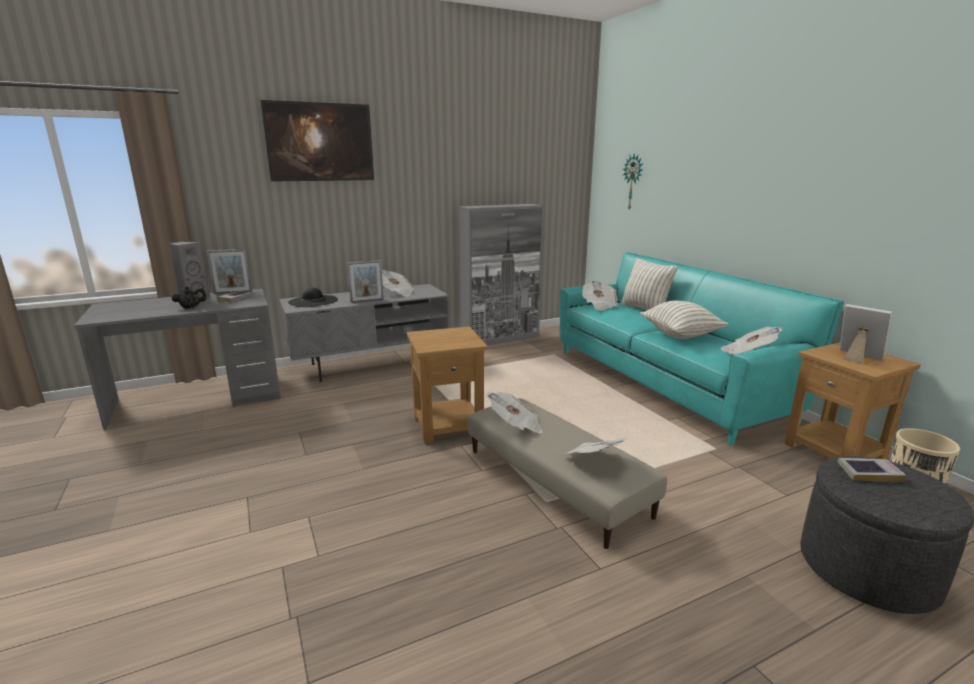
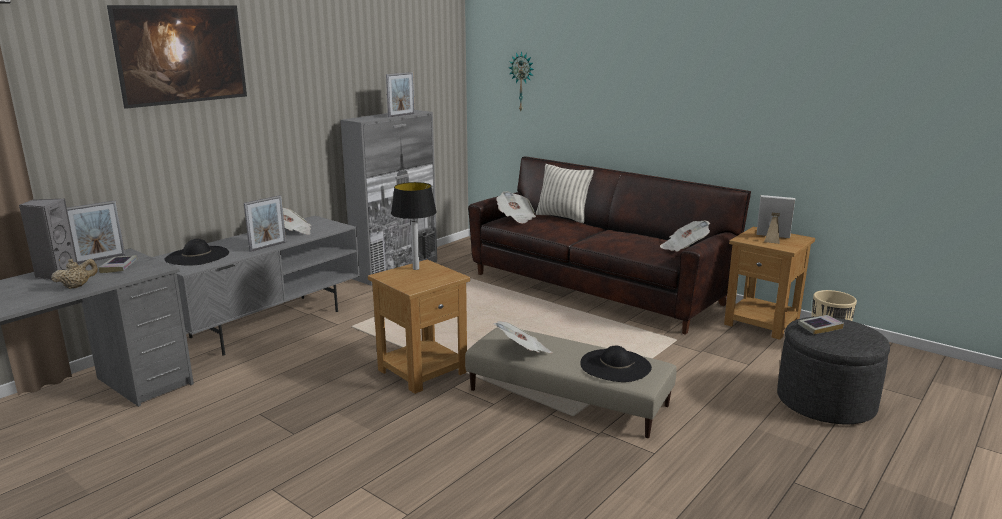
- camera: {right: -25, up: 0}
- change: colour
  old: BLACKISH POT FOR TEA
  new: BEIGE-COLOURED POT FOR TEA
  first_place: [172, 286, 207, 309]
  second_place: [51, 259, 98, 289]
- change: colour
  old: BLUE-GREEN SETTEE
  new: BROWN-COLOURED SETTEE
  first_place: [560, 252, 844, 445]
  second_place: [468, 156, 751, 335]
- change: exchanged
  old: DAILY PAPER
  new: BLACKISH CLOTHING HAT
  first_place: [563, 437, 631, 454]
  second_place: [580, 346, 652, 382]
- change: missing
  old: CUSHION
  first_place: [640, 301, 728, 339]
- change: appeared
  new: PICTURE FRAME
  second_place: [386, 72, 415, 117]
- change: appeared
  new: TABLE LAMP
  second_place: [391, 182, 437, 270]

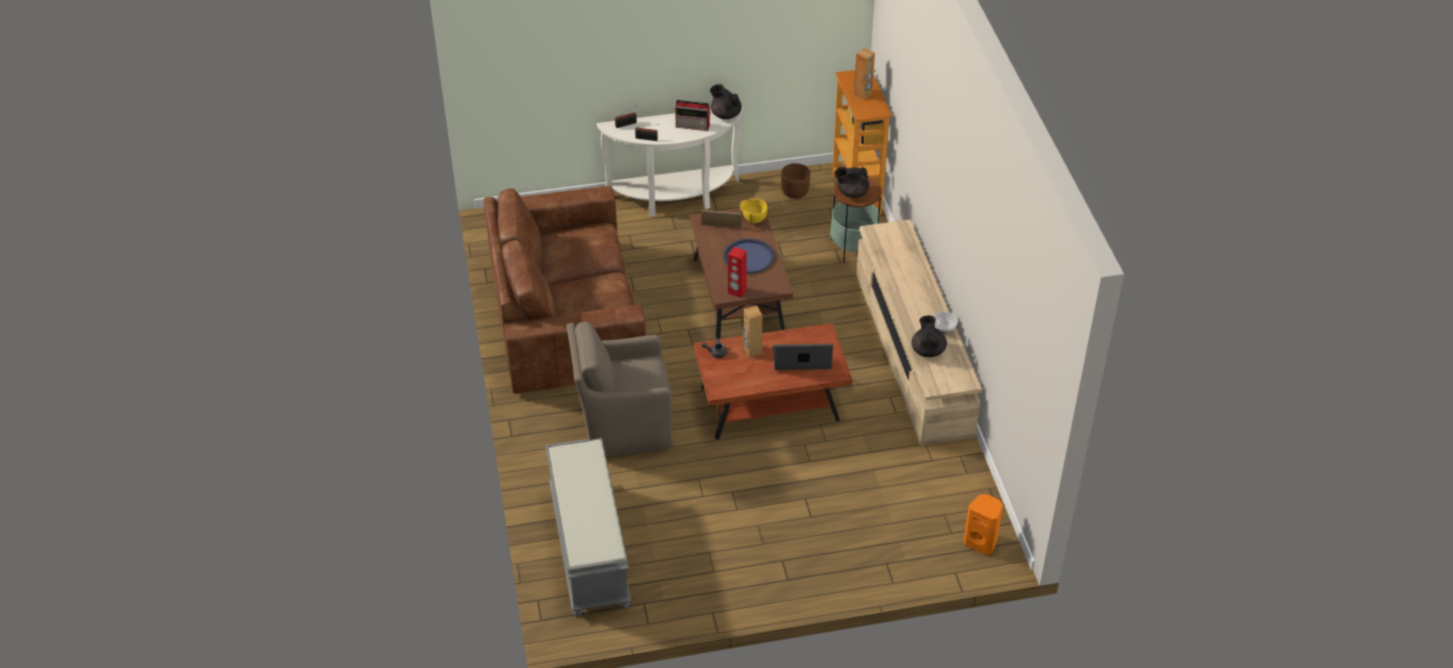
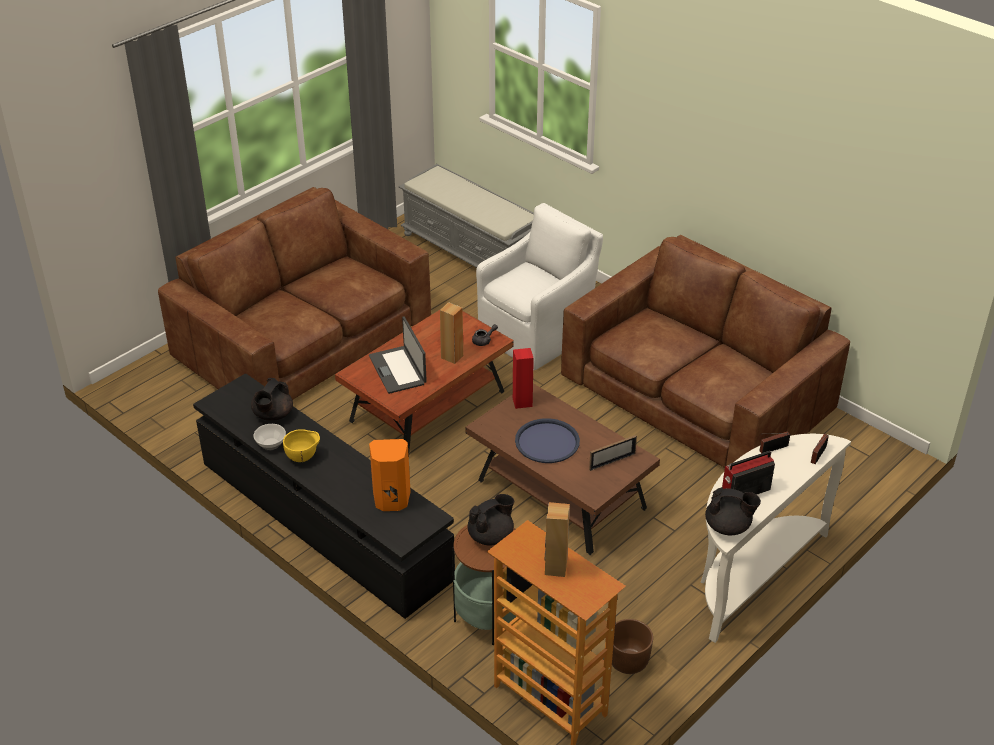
- camera: {right: 145, up: -5}
- change: colour
  old: BROWN-COLOURED ARMCHAIR
  new: WHITE-COLOURED ARMCHAIR
  first_place: [567, 322, 672, 457]
  second_place: [476, 203, 603, 371]
- change: relocated
  old: YELLOWISH BOWL
  first_place: [740, 199, 767, 223]
  second_place: [283, 429, 320, 462]
- change: spun
  old: NOTEBOOK COMPUTER
  first_place: [773, 344, 833, 370]
  second_place: [369, 316, 427, 394]
  degrees: 105
- change: colour
  old: BEIGE-COLOURED TV UNIT
  new: BLACKISH TV UNIT
  first_place: [856, 219, 982, 446]
  second_place: [193, 374, 455, 619]
- change: spun
  old: BLACKISH POT FOR TEA
  first_place: [912, 315, 947, 357]
  second_place: [251, 378, 293, 421]
  degrees: 60
- change: relocated
  old: ORANGE AUDIO SPEAKER
  first_place: [964, 494, 1003, 555]
  second_place: [369, 439, 411, 511]
- change: appeared
  new: BROWN-COLOURED SETTEE
  second_place: [158, 187, 431, 400]

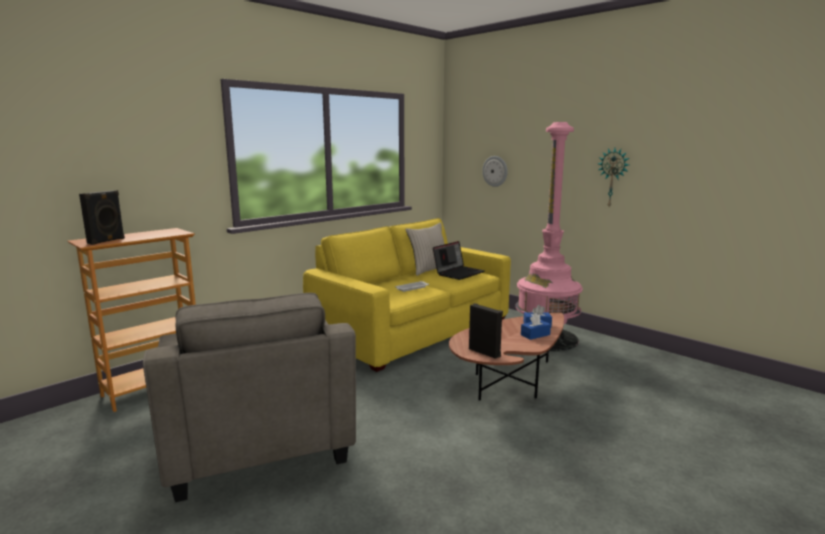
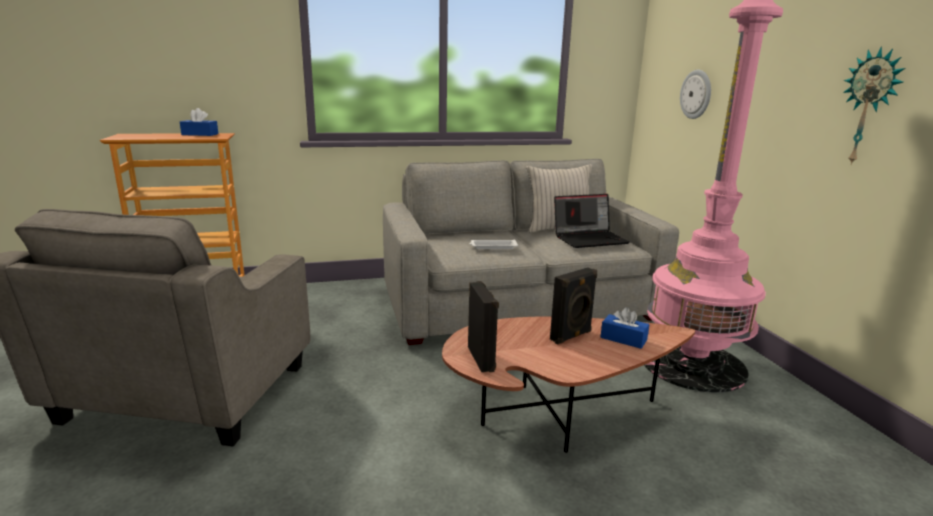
- camera: {right: 30, up: 5}
- change: relocated
  old: BLACKISH AUDIO SPEAKER
  first_place: [79, 190, 125, 245]
  second_place: [550, 267, 597, 344]
- change: colour
  old: YELLOWISH SETTEE
  new: GREYISH SETTEE
  first_place: [303, 218, 511, 372]
  second_place: [383, 159, 679, 345]
- change: relocated
  old: BLUISH TISSUE HOLDER
  first_place: [521, 313, 551, 340]
  second_place: [180, 108, 218, 136]

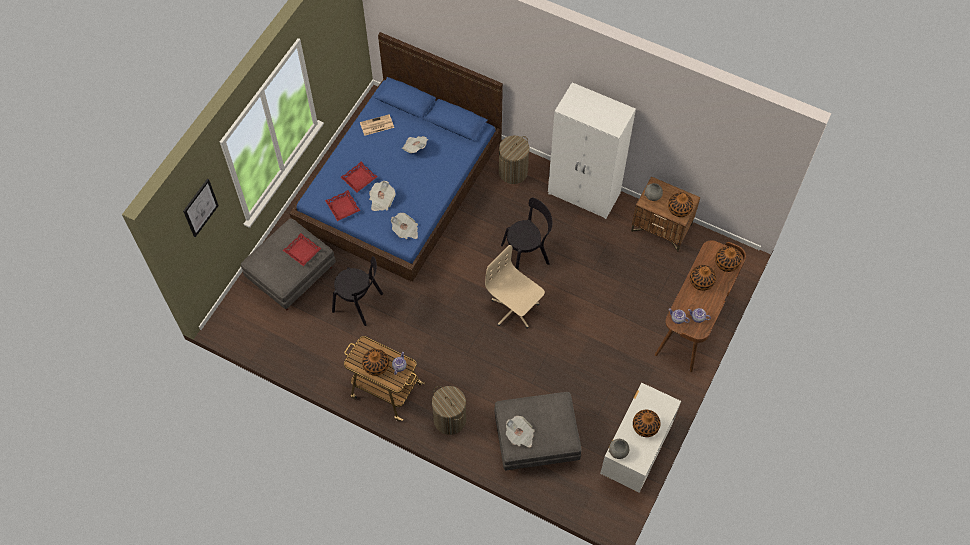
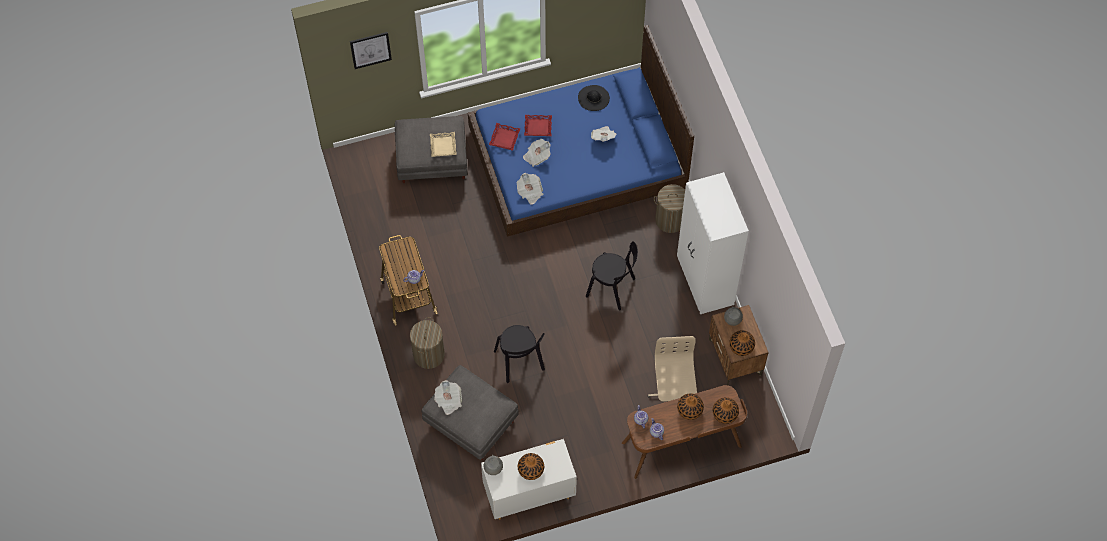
- camera: {right: 45, up: 0}
- change: colour
  old: RED TRAY
  new: BEIGE-COLOURED TRAY
  first_place: [283, 233, 321, 266]
  second_place: [430, 132, 457, 157]
- change: relocated
  old: BLACKISH CHAIR
  first_place: [332, 256, 383, 326]
  second_place: [494, 325, 545, 383]
- change: exchanged
  old: DAILY PAPER
  new: BLACKISH CLOTHING HAT
  first_place: [360, 114, 394, 136]
  second_place: [578, 85, 610, 111]
- change: missing
  old: VASE
  first_place: [362, 349, 389, 376]
- change: relocated
  old: BEIGE-COLOURED OFFICE CHAIR
  first_place: [485, 245, 545, 329]
  second_place: [648, 336, 697, 402]

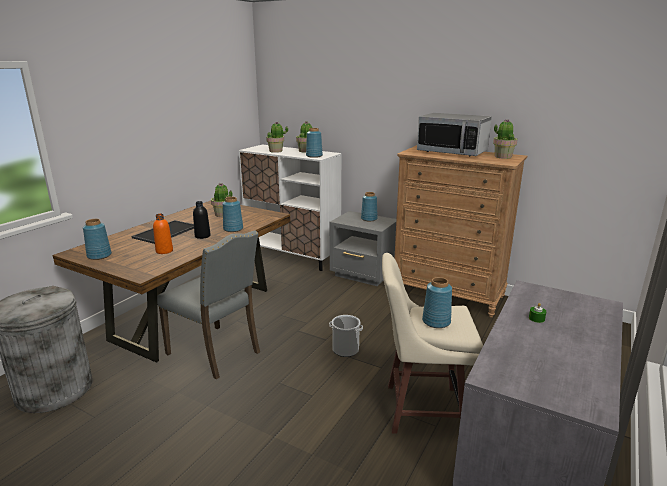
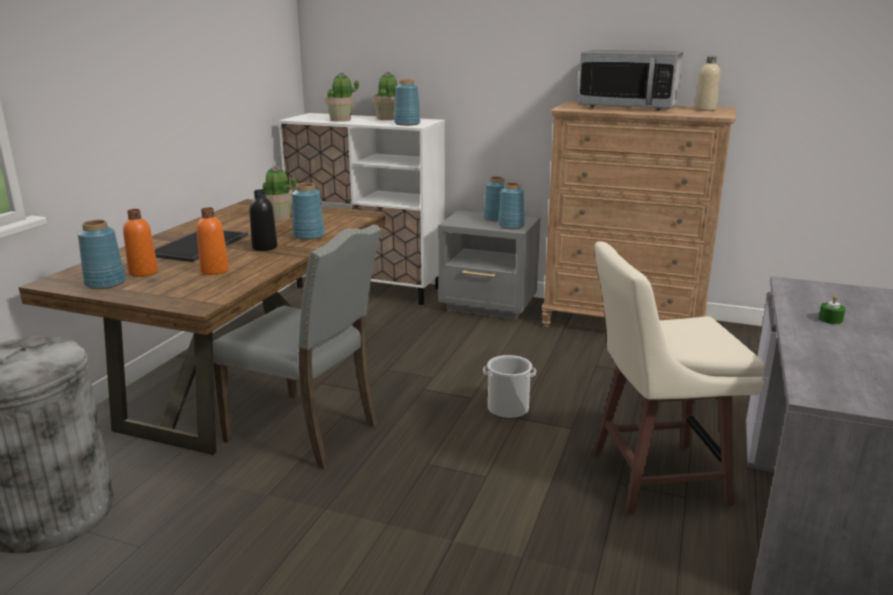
- camera: {right: -10, up: 0}
- change: relocated
  old: BLUISH VASE
  first_place: [422, 277, 452, 328]
  second_place: [498, 182, 525, 229]
- change: exchanged
  old: HOUSEPLANT
  new: BEIGE-COLOURED BEVERAGE BOTTLE
  first_place: [493, 119, 518, 159]
  second_place: [694, 56, 720, 111]
- change: appeared
  new: ORANGE BEVERAGE BOTTLE
  second_place: [123, 209, 158, 277]

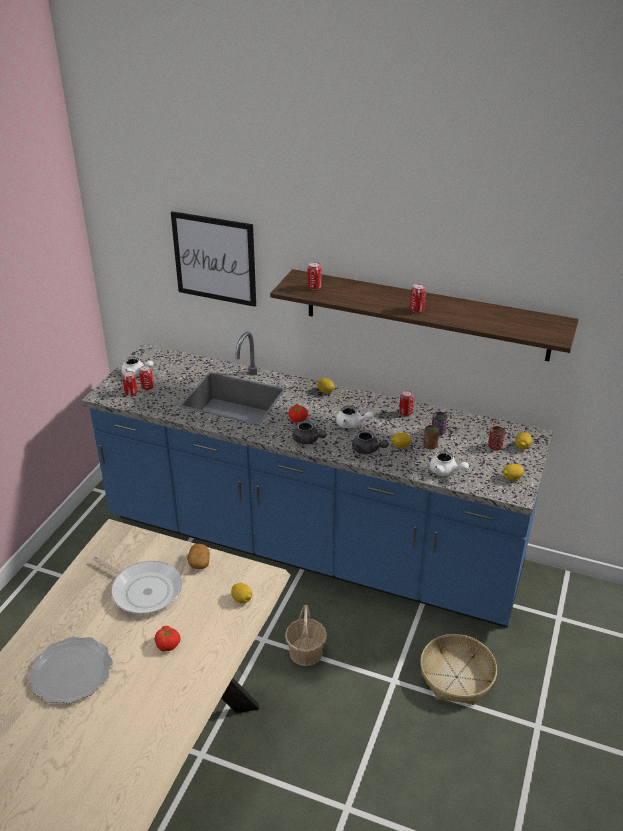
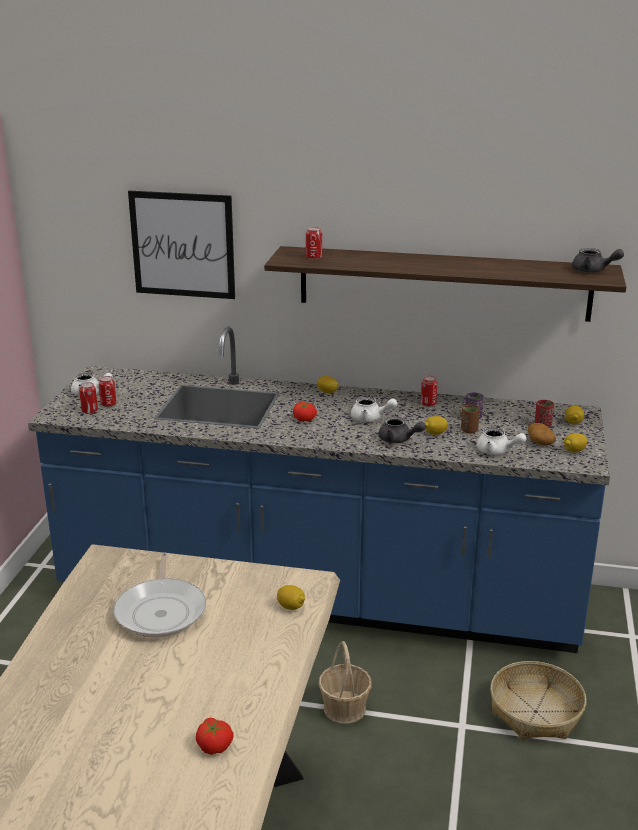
- camera: {right: -10, up: -10}
- change: missing
  old: PLATE
  first_place: [28, 637, 113, 704]
- change: spun
  old: FRYING PAN
  first_place: [93, 556, 182, 614]
  second_place: [114, 552, 206, 638]
  degrees: 60
- change: relocated
  old: TOMATO
  first_place: [154, 626, 181, 651]
  second_place: [196, 717, 233, 755]
- change: relocated
  old: POTATO
  first_place: [187, 544, 210, 569]
  second_place: [528, 423, 556, 445]
- change: relocated
  old: GREYISH POT FOR TEA
  first_place: [292, 421, 327, 444]
  second_place: [572, 248, 624, 273]
- change: missing
  old: SEALED CAN
  first_place: [410, 283, 426, 313]

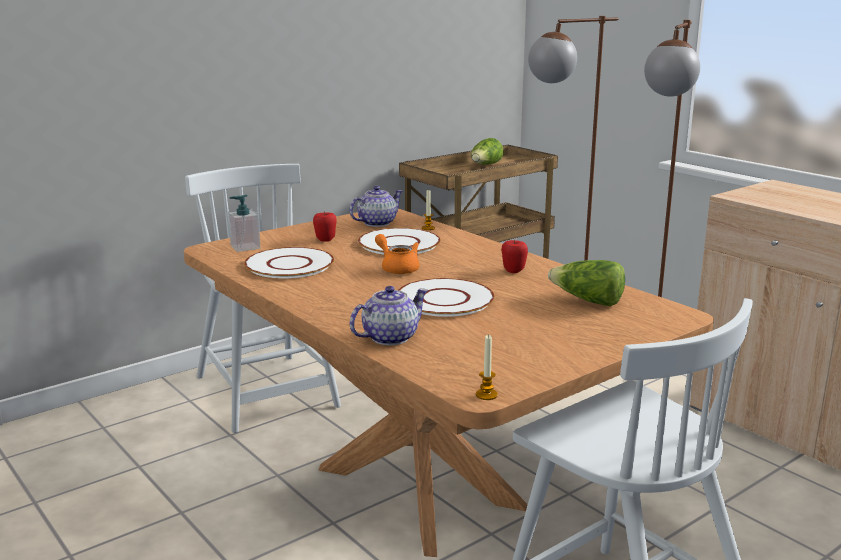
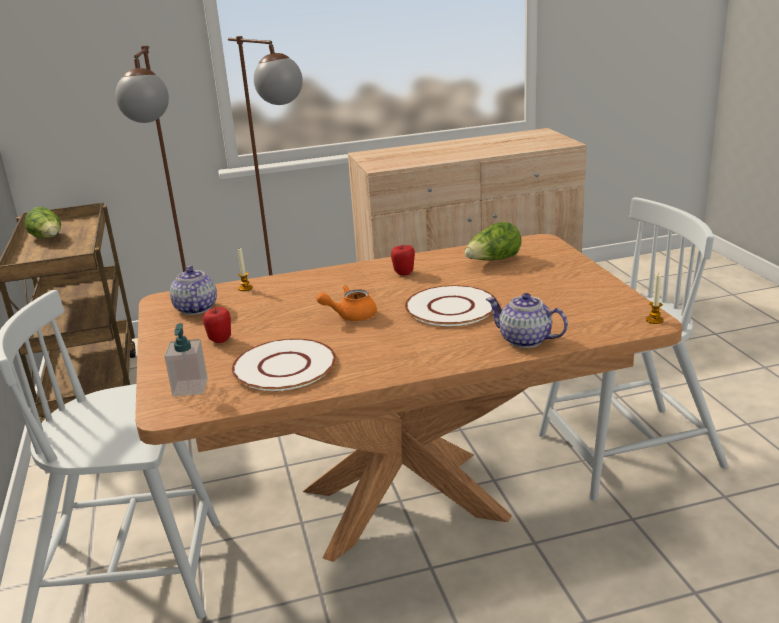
- camera: {right: -65, up: 5}
- change: spun
  old: POT FOR TEA
  first_place: [350, 286, 428, 345]
  second_place: [486, 293, 568, 348]
  degrees: -45
- change: missing
  old: WHITE-COLOURED PLATE
  first_place: [358, 228, 441, 255]

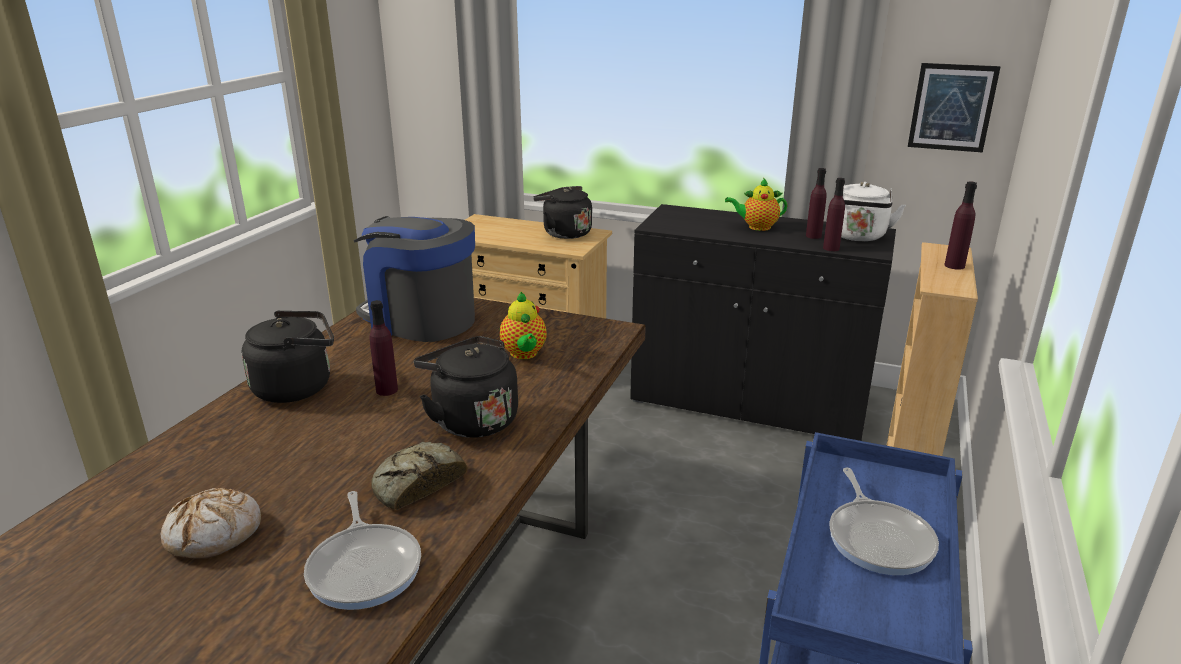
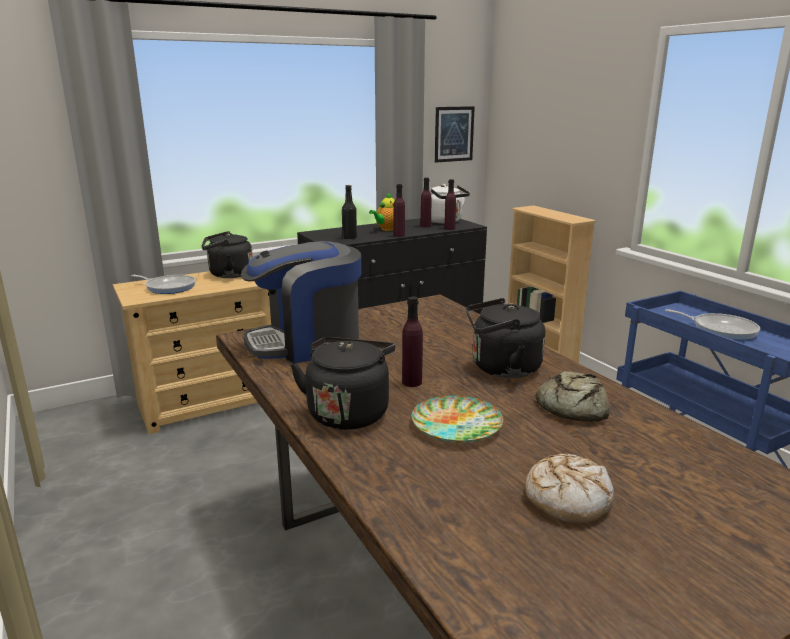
- camera: {right: -50, up: -5}
- change: relocated
  old: FRYING PAN
  first_place: [304, 491, 421, 610]
  second_place: [131, 275, 196, 294]
- change: missing
  old: POT FOR TEA
  first_place: [500, 292, 547, 359]
- change: relocated
  old: PURPLE-COLOURED BEVERAGE BOTTLE
  first_place: [944, 182, 977, 270]
  second_place: [394, 184, 405, 237]
- change: appeared
  new: BLACKISH BEVERAGE BOTTLE
  second_place: [342, 185, 357, 239]
- change: appeared
  new: PLATE
  second_place: [412, 395, 503, 443]

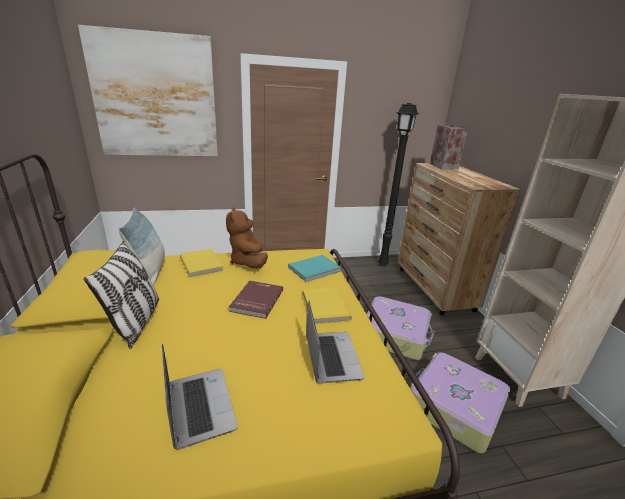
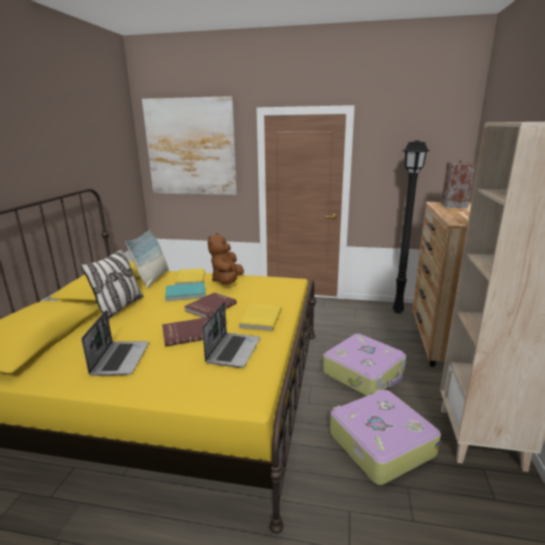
- camera: {right: 25, up: -5}
- change: relocated
  old: BLUE-GREEN BOOK
  first_place: [288, 255, 341, 282]
  second_place: [165, 283, 206, 301]
- change: appeared
  new: RED BOOK
  second_place: [162, 317, 209, 347]

